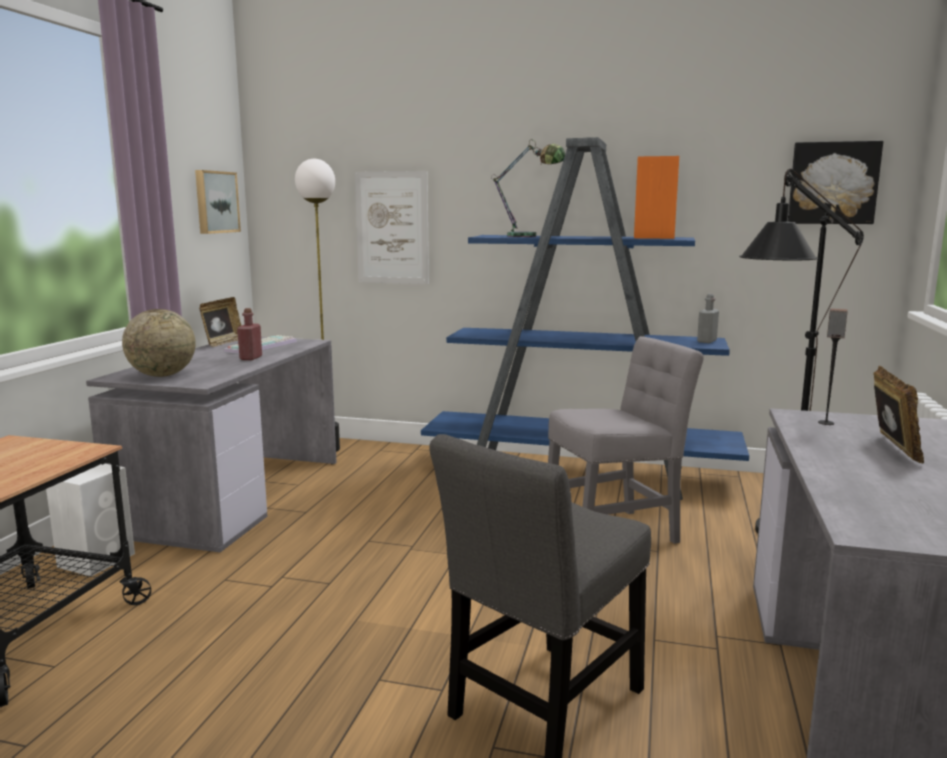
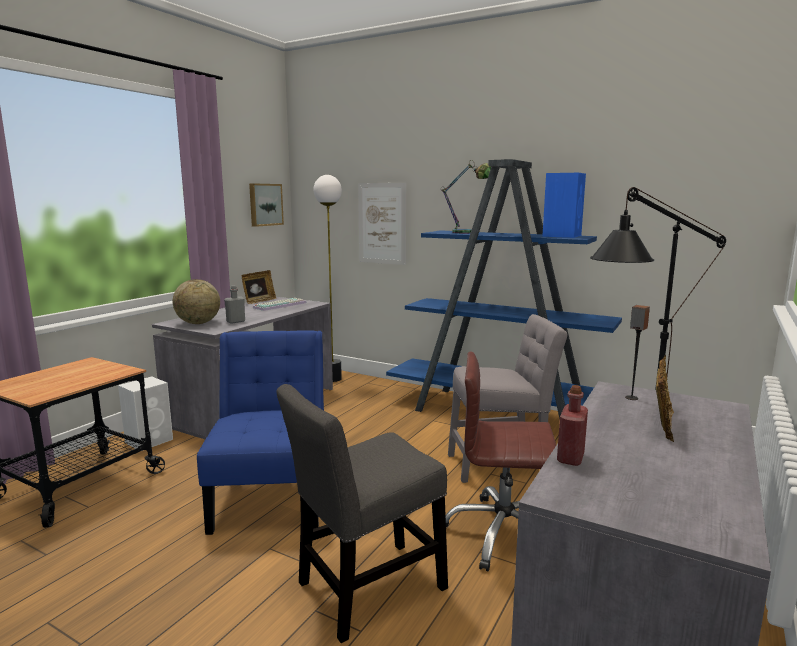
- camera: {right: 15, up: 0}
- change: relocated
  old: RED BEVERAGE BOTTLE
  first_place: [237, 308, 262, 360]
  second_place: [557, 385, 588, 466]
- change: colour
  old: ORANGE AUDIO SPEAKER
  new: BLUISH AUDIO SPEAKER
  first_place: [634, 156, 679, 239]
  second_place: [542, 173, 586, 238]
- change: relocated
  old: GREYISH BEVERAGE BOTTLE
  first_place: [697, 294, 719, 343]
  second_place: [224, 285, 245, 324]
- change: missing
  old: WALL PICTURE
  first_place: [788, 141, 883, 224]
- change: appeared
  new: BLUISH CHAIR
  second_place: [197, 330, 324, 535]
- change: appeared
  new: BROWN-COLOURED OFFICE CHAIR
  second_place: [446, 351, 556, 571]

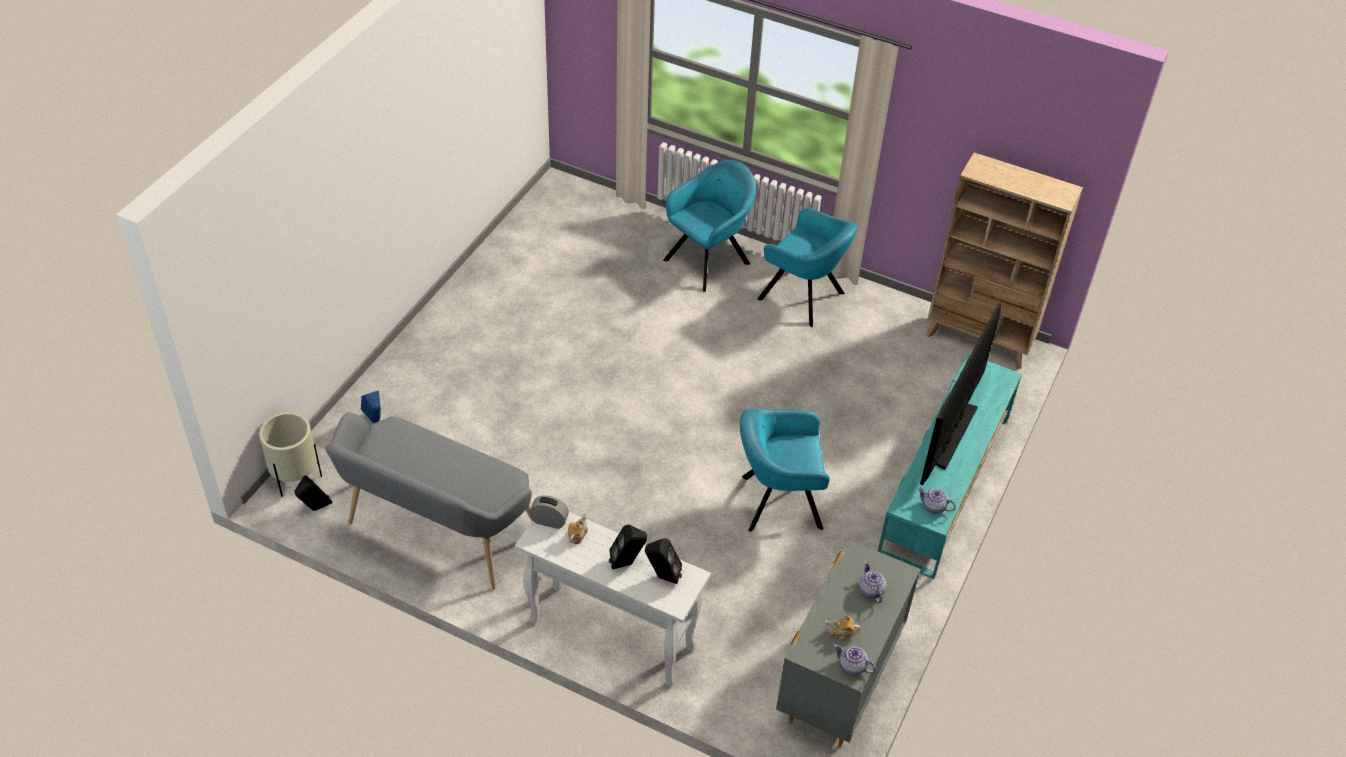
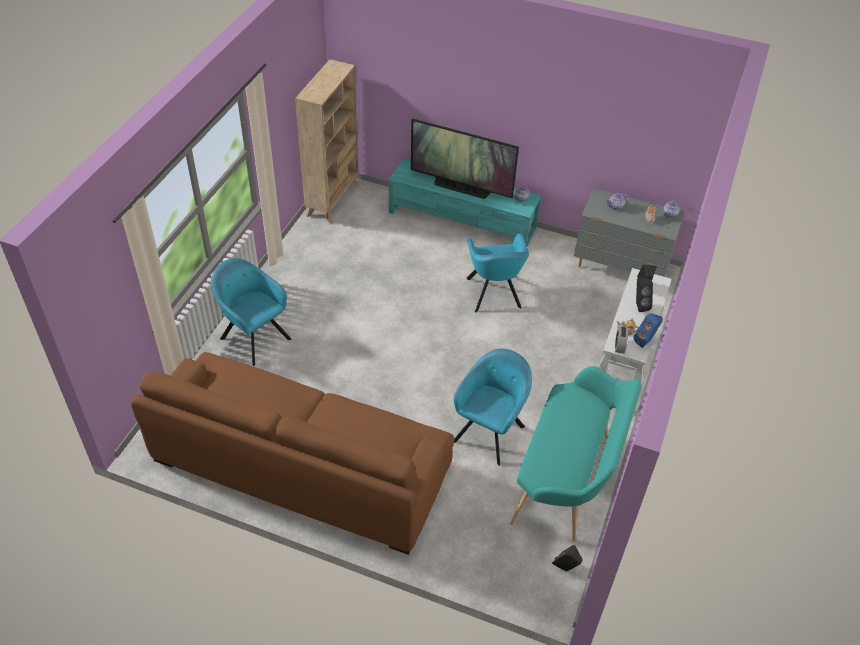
- camera: {right: -95, up: 0}
- change: missing
  old: BEIGE-COLOURED PLANTER
  first_place: [259, 412, 322, 497]
- change: colour
  old: GREYISH INDOOR BENCH
  new: BLUE-GREEN INDOOR BENCH
  first_place: [325, 413, 533, 590]
  second_place: [510, 366, 641, 541]
- change: relocated
  old: BLUISH AUDIO SPEAKER
  first_place: [361, 390, 381, 423]
  second_place: [633, 313, 663, 348]
- change: relocated
  old: BLUE-GREEN ARMCHAIR
  first_place: [757, 208, 858, 327]
  second_place: [454, 348, 532, 466]
- change: appeared
  new: BROWN-COLOURED SETTEE
  second_place: [131, 352, 454, 555]

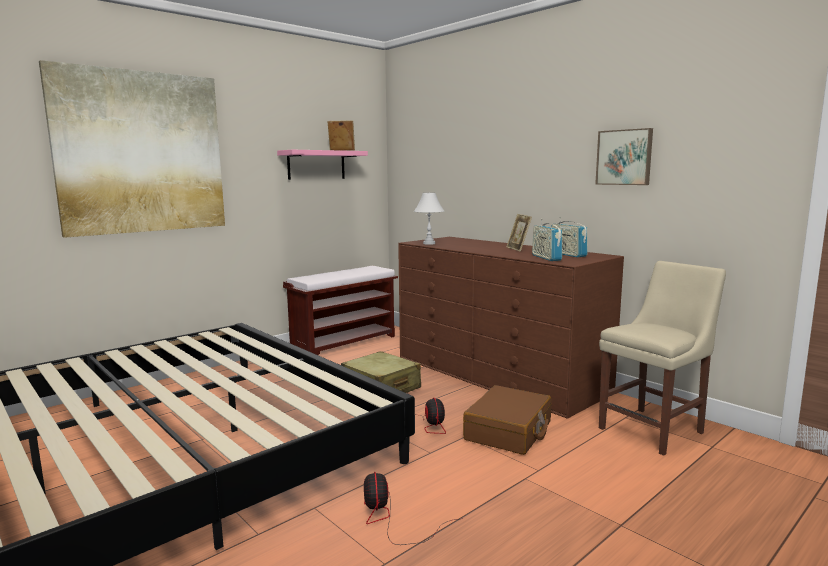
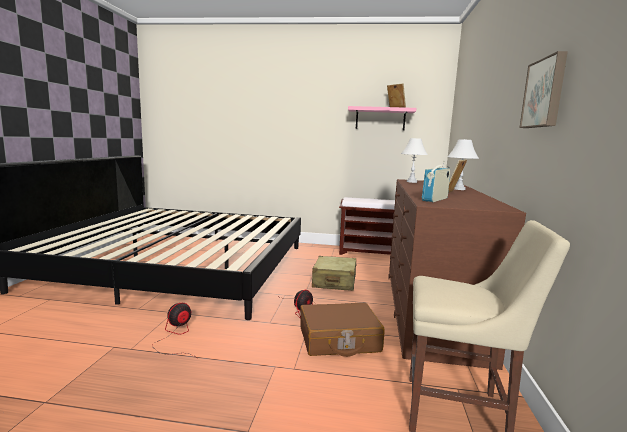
- camera: {right: 50, up: 0}
- change: missing
  old: WALL PICTURE
  first_place: [39, 60, 225, 238]
- change: missing
  old: RADIO
  first_place: [551, 217, 588, 257]
- change: appeared
  new: WHITE-COLOURED TABLE LAMP
  second_place: [447, 139, 479, 190]

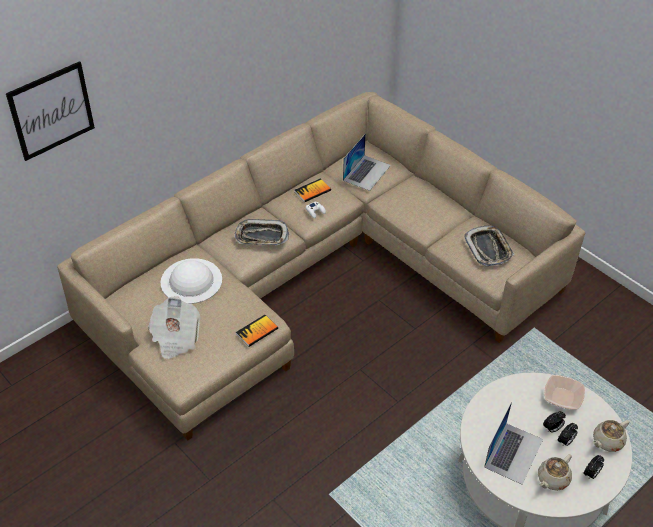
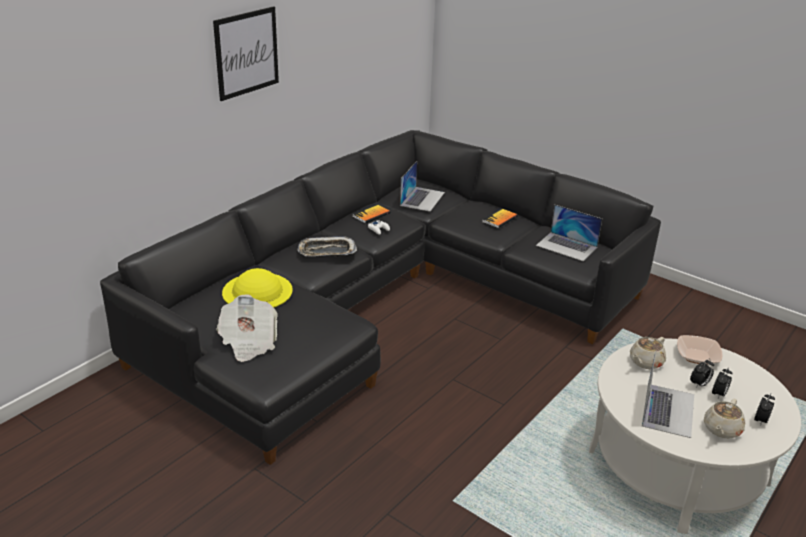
- camera: {right: -10, up: -15}
- change: relocated
  old: WALL PICTURE
  first_place: [6, 61, 95, 161]
  second_place: [213, 6, 279, 101]
- change: colour
  old: BEIGE-COLOURED SETTEE
  new: BLACKISH SETTEE
  first_place: [57, 92, 585, 441]
  second_place: [100, 130, 661, 465]
- change: colour
  old: WHITE-COLOURED CLOTHING HAT
  new: YELLOWISH CLOTHING HAT
  first_place: [161, 258, 222, 304]
  second_place: [222, 268, 293, 308]
- change: relocated
  old: BOOK
  first_place: [236, 315, 278, 347]
  second_place: [482, 208, 518, 228]
- change: exchanged
  old: TRAY
  new: NOTEBOOK COMPUTER
  first_place: [464, 226, 515, 266]
  second_place: [536, 204, 602, 261]
- change: relocated
  old: BEIGE-COLOURED POT FOR TEA
  first_place: [592, 420, 629, 452]
  second_place: [630, 337, 666, 369]

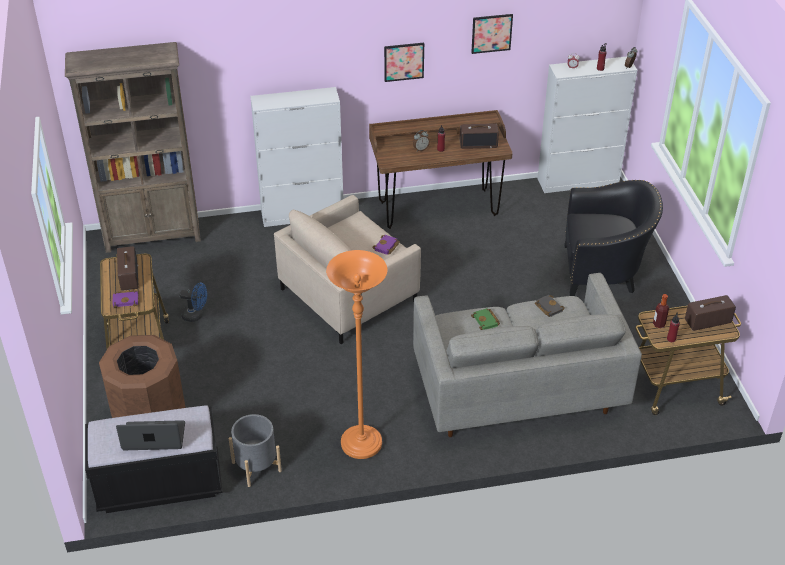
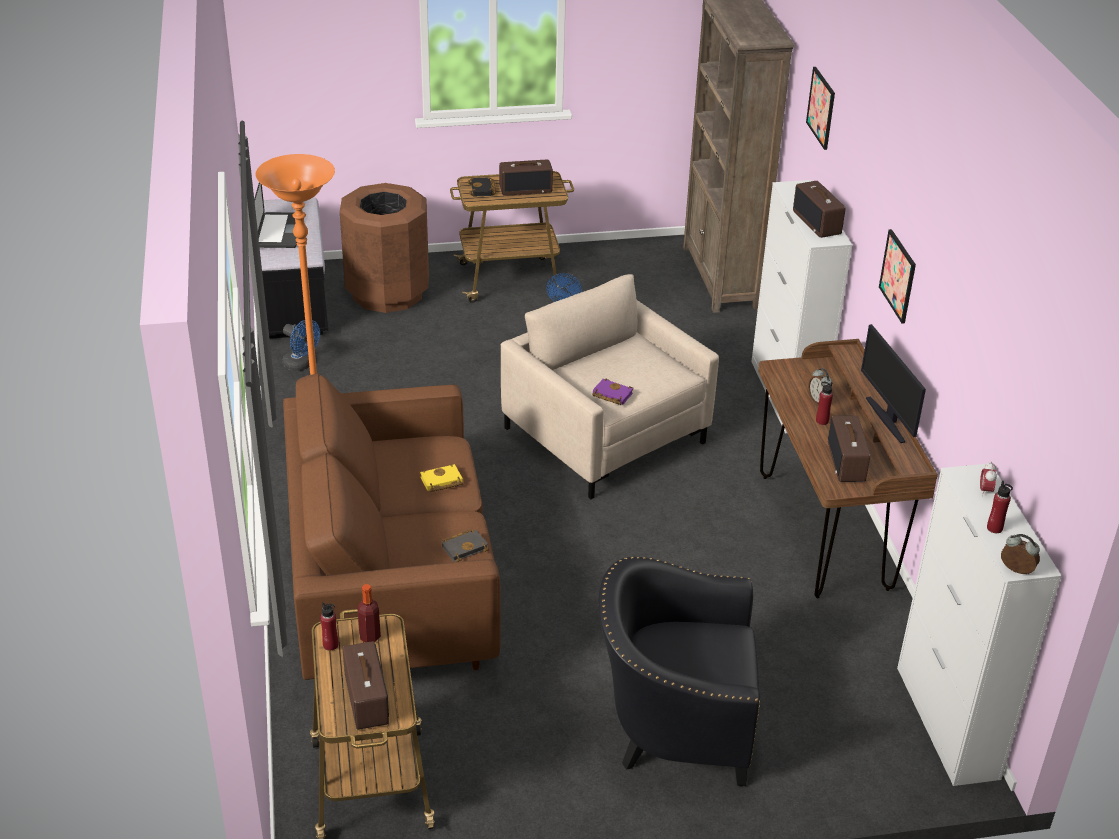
- camera: {right: 90, up: -5}
- change: colour
  old: PURPLE-COLOURED BOOK
  new: BLACKISH BOOK
  first_place: [112, 290, 138, 308]
  second_place: [468, 177, 496, 197]
- change: exchanged
  old: GREYISH PLANTER
  new: BLUISH ELECTRIC FAN
  first_place: [229, 414, 282, 487]
  second_place: [283, 320, 320, 371]
- change: colour
  old: GREYISH SETTEE
  new: BROWN-COLOURED SETTEE
  first_place: [413, 273, 642, 437]
  second_place: [283, 374, 501, 686]
- change: relocated
  old: WALL PICTURE
  first_place: [471, 14, 513, 54]
  second_place: [806, 67, 835, 150]
- change: colour
  old: GREENISH BOOK
  new: YELLOWISH BOOK
  first_place: [471, 308, 500, 330]
  second_place: [420, 464, 463, 492]
- change: spun
  old: BLACKISH ARMCHAIR
  first_place: [564, 180, 663, 296]
  second_place: [598, 557, 760, 786]
  degrees: 90
- change: appeared
  new: RADIO
  second_place: [793, 181, 845, 238]
- change: appeared
  new: COMPUTER SCREEN
  second_place: [861, 324, 926, 443]

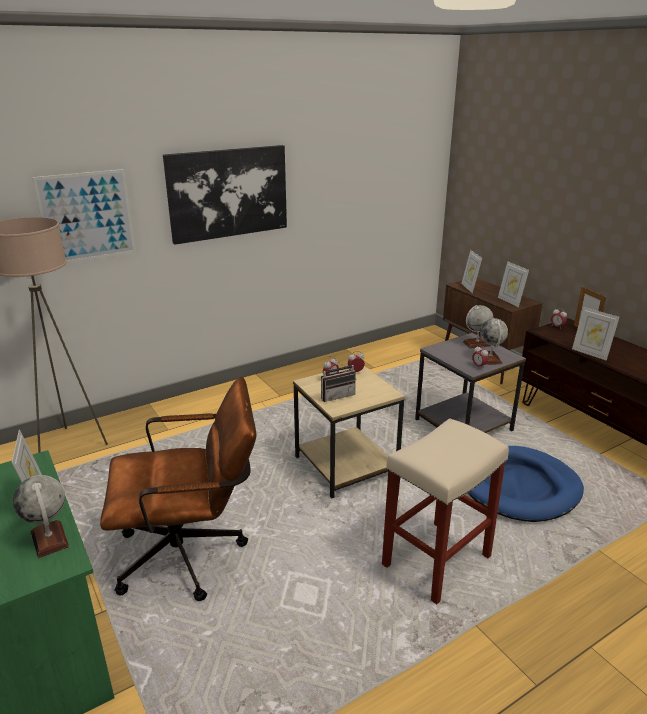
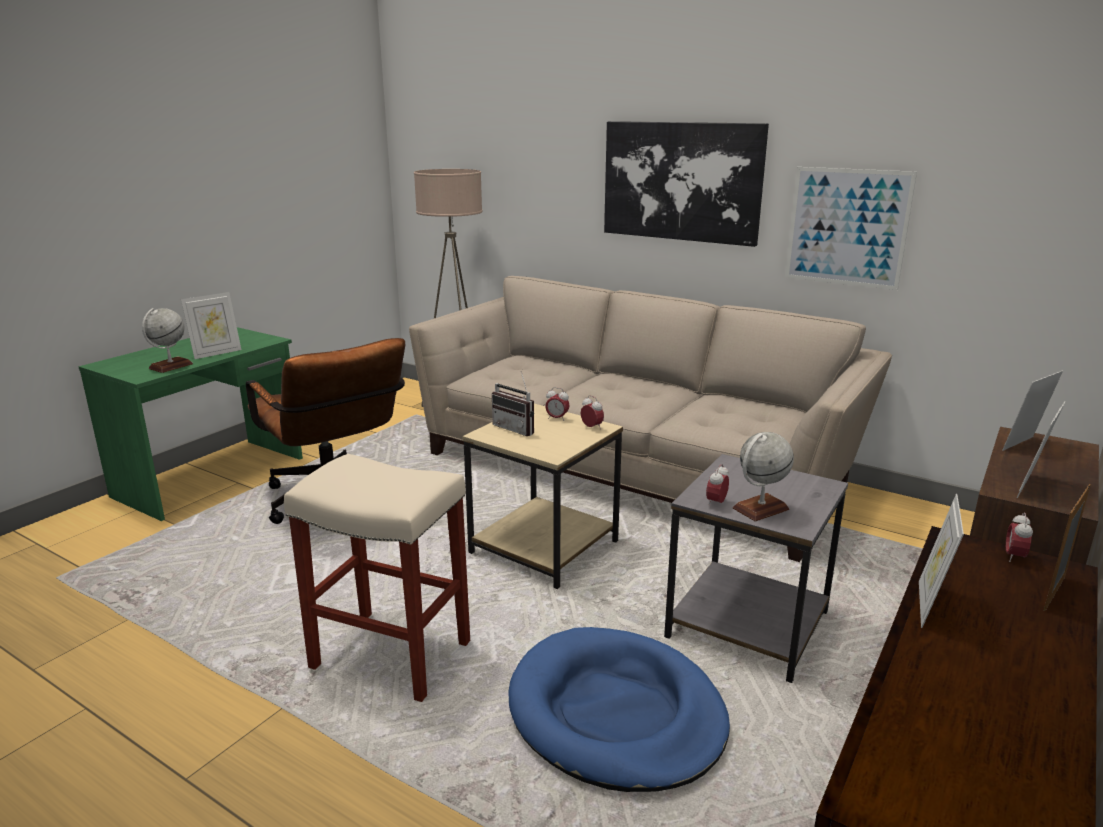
- camera: {right: 65, up: -5}
- change: relocated
  old: WALL PICTURE
  first_place: [32, 169, 136, 263]
  second_place: [785, 167, 917, 290]
- change: missing
  old: DESK GLOBE
  first_place: [463, 305, 493, 349]
- change: appeared
  new: BEIGE-COLOURED SETTEE
  second_place: [409, 276, 892, 562]

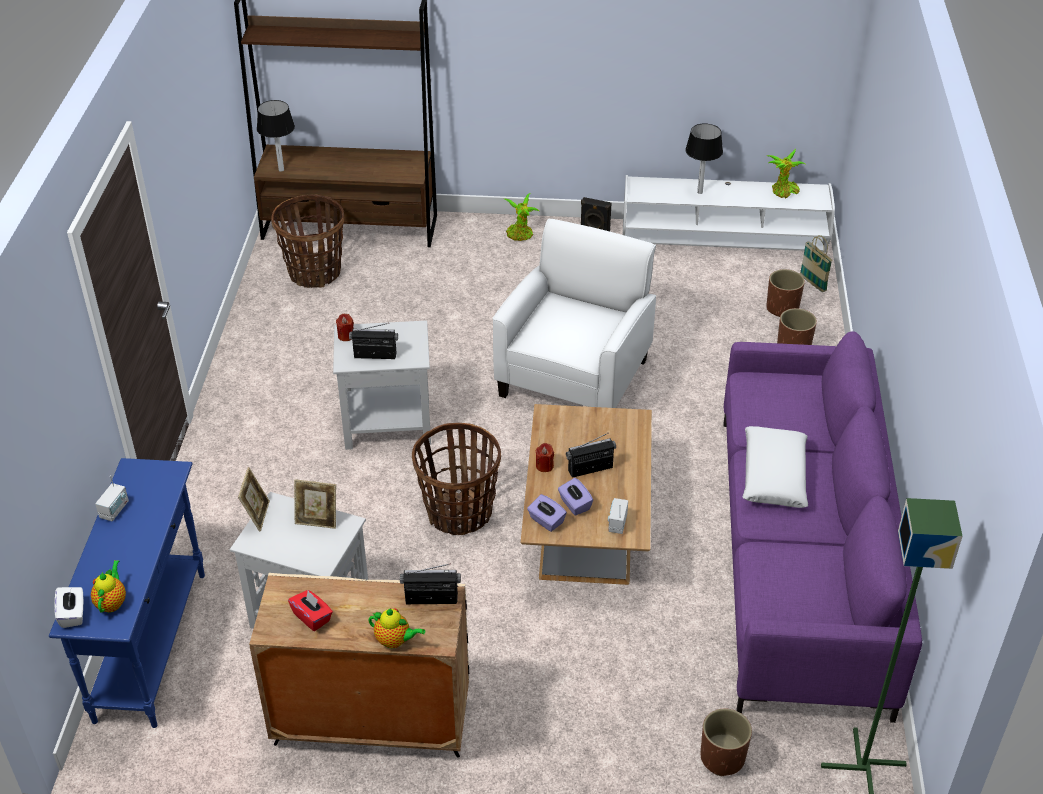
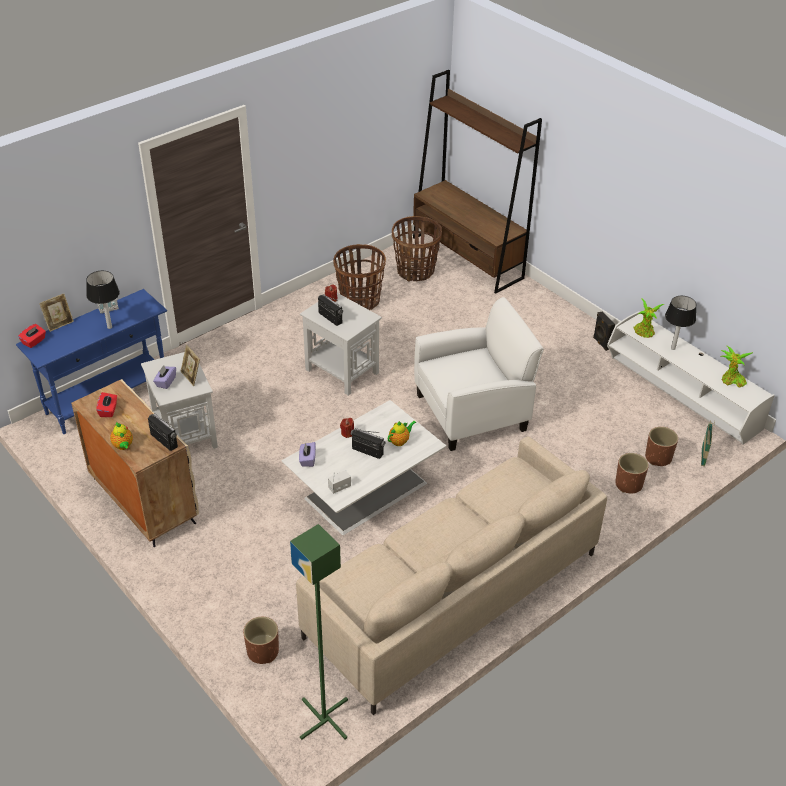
- camera: {right: 45, up: 0}
- change: colour
  old: WHITE-COLOURED TISSUE HOLDER
  new: RED TISSUE HOLDER
  first_place: [55, 587, 83, 628]
  second_place: [18, 324, 46, 348]
- change: relocated
  old: POT FOR TEA
  first_place: [91, 560, 126, 613]
  second_place: [388, 421, 416, 446]
- change: relocated
  old: PICTURE FRAME
  first_place: [238, 467, 270, 532]
  second_place: [39, 294, 74, 332]
- change: relocated
  old: TABLE LAMP
  first_place: [257, 100, 295, 172]
  second_place: [86, 271, 120, 329]
- change: relocated
  old: HOUSEHOLD BASKET
  first_place: [412, 423, 501, 535]
  second_place: [333, 244, 386, 310]
- change: relocated
  old: HOUSEPLANT
  first_place: [504, 193, 539, 241]
  second_place: [634, 298, 665, 338]
- change: colour
  old: BROWN-COLOURED LOW TABLE
  new: WHITE-COLOURED LOW TABLE
  first_place: [521, 404, 652, 585]
  second_place: [281, 400, 446, 535]
- change: relocated
  old: PURPLE-COLOURED TISSUE HOLDER
  first_place: [558, 478, 593, 516]
  second_place: [153, 365, 176, 389]
- change: colour
  old: PURPLE-COLOURED SETTEE
  new: BEIGE-COLOURED SETTEE
  first_place: [723, 331, 922, 723]
  second_place: [296, 437, 607, 715]
- change: missing
  old: WHITE-COLOURED CUSHION
  first_place: [743, 426, 808, 508]

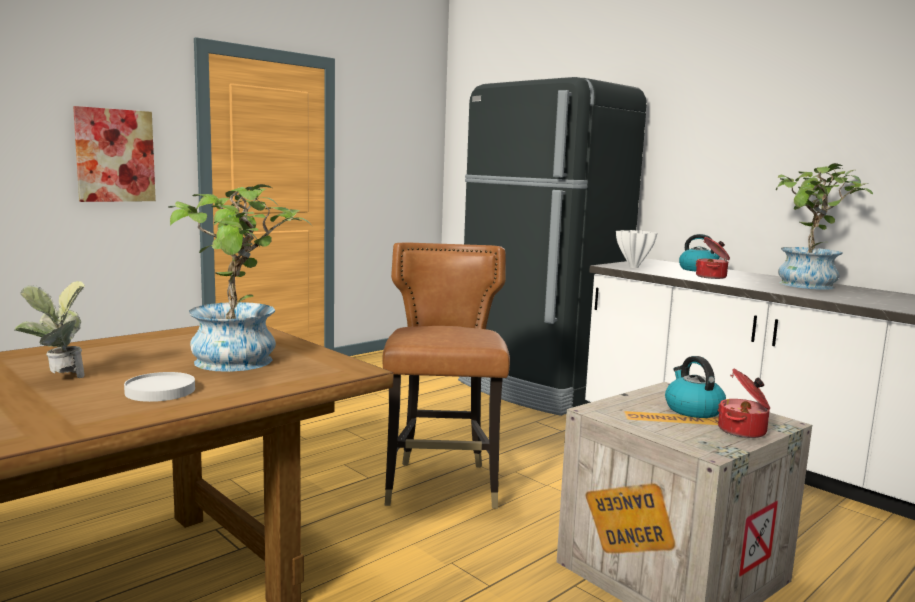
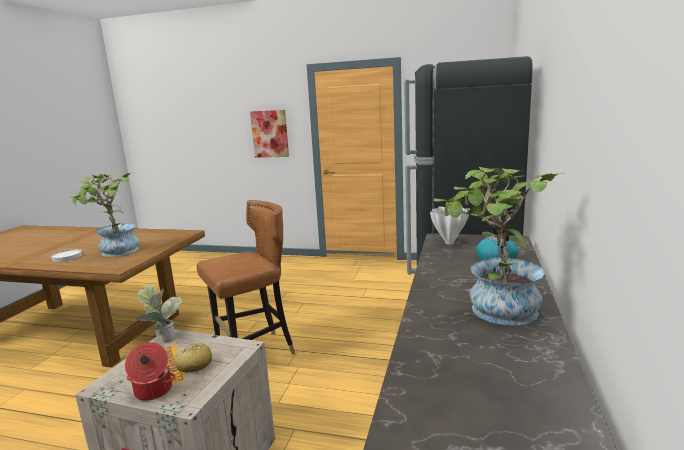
- camera: {right: 60, up: 5}
- change: relocated
  old: HOUSEPLANT
  first_place: [14, 281, 85, 378]
  second_place: [136, 285, 182, 343]
- change: exchanged
  old: KETTLE
  new: BREAD
  first_place: [665, 356, 726, 418]
  second_place: [174, 343, 212, 373]
- change: missing
  old: STOCKPOT
  first_place: [695, 237, 730, 279]

